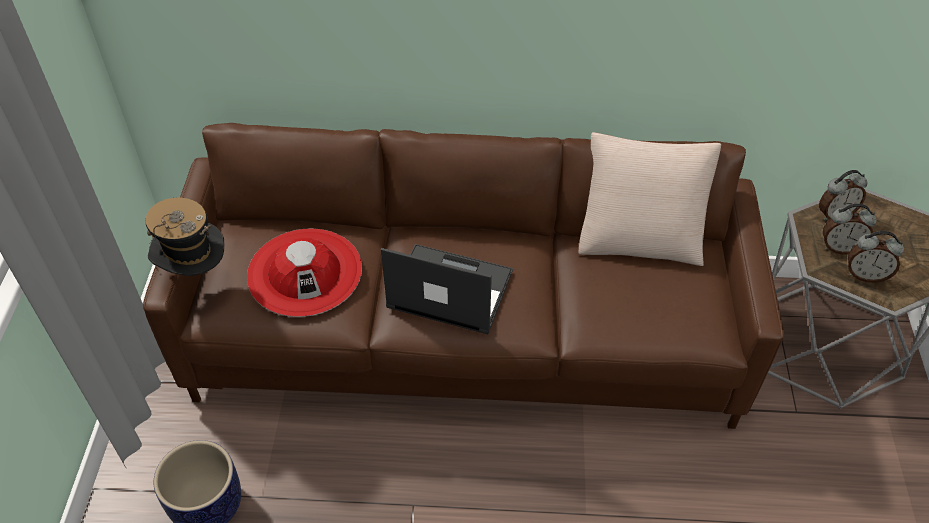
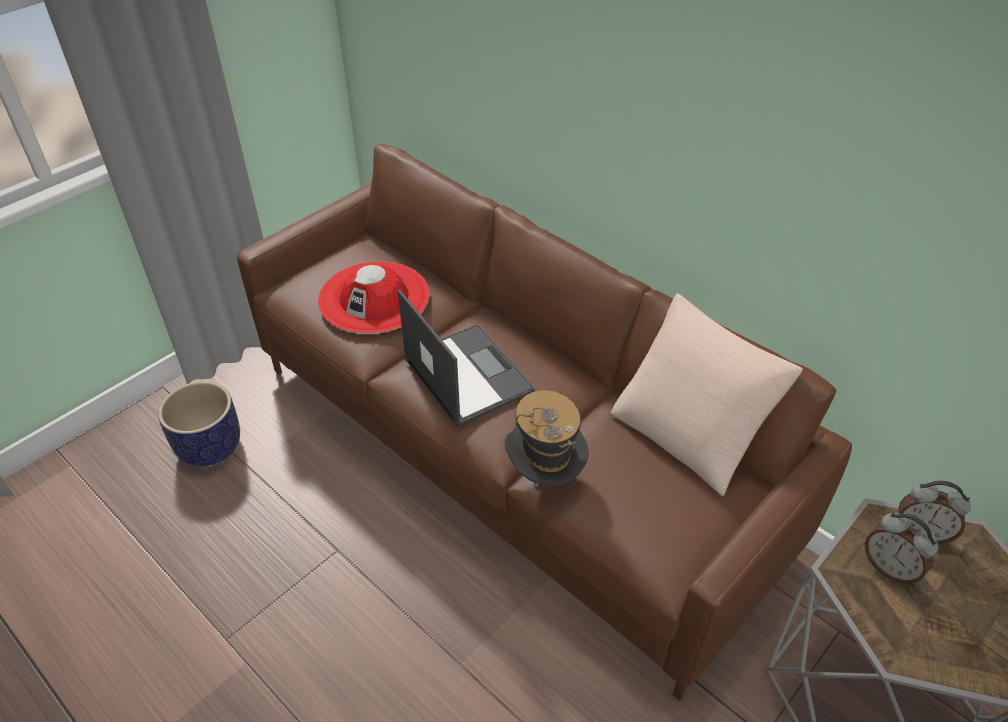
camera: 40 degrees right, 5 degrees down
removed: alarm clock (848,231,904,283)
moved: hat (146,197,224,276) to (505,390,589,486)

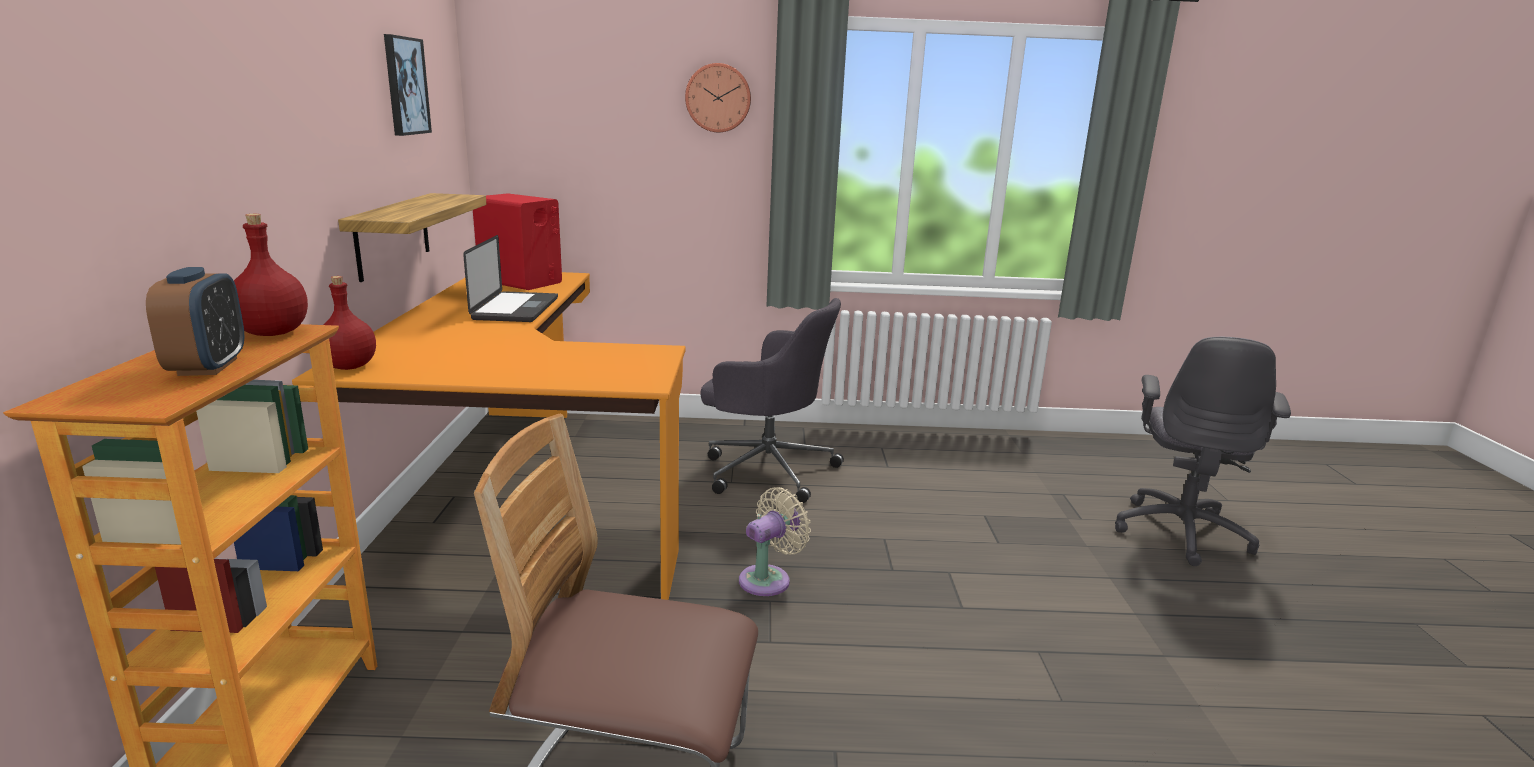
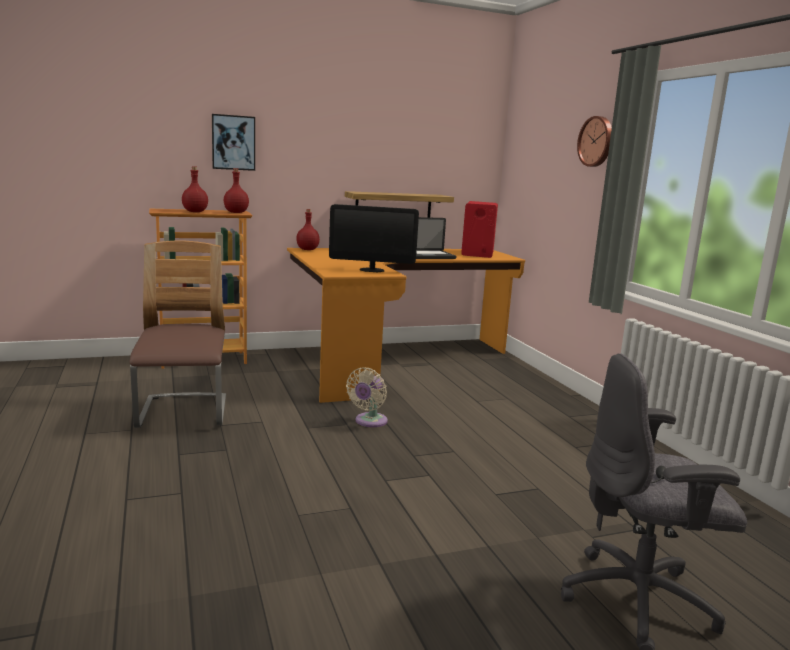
camera: 70 degrees right, 5 degrees down
removed: office chair in grey (700,298,844,503)
added: monitor (329,204,419,272)
moved: picture (384,34,432,136) to (212,114,255,171)
replaced: alarm clock (146,267,245,376) to bottle in red (182,166,208,212)
turned: fan in beige (739,487,811,596) = (346,367,388,427) 90 degrees clockwise

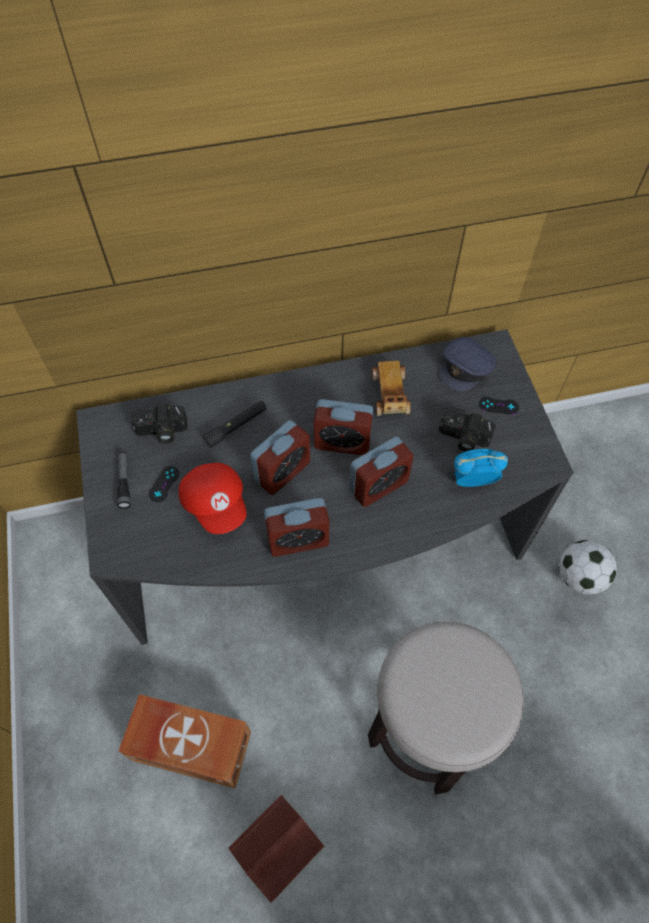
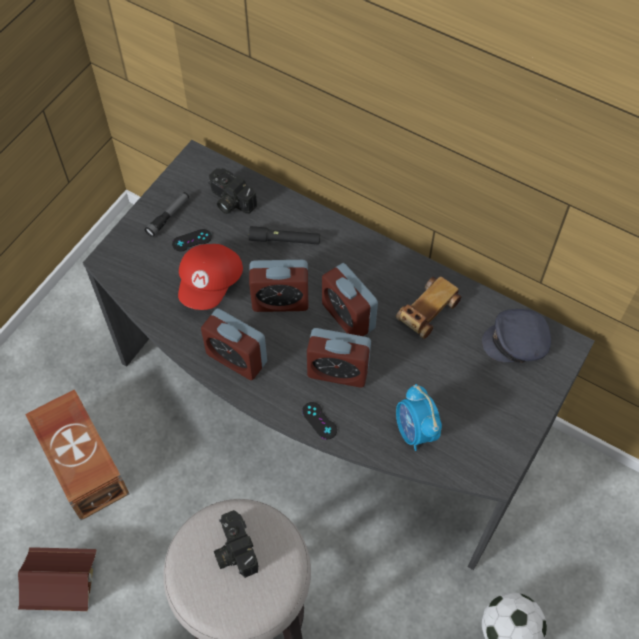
camera: 45 degrees right, 0 degrees up
moved: photo camera (439,408,496,452) to (214,510,258,578); game controller in black (479,397,519,415) to (302,402,337,439)
turned: alarm clock (453,449,508,487) = (396,384,442,451) 150 degrees counterclockwise

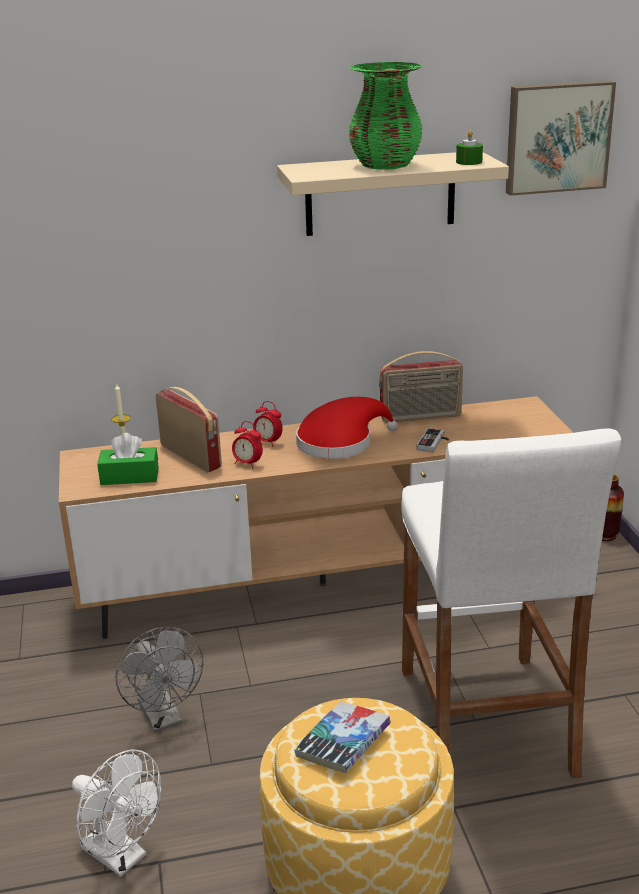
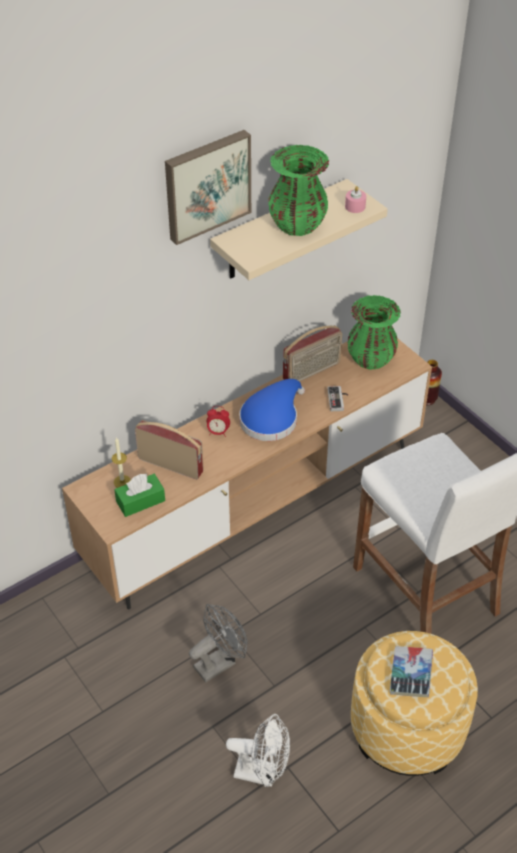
camera: 25 degrees left, 20 degrees up
removed: alarm clock (232,421,263,469)
added: vase in green (347,295,401,370)
moved: picture (506,81,616,196) to (165,130,251,245)
recoloured: hat in red (296,397,398,459) to hat in blue (239,379,305,441); candle in green (456,130,483,165) to candle in pink (345,186,366,213)
turned: fan in grey (115,627,203,732) = (189,604,248,682) 75 degrees counterclockwise

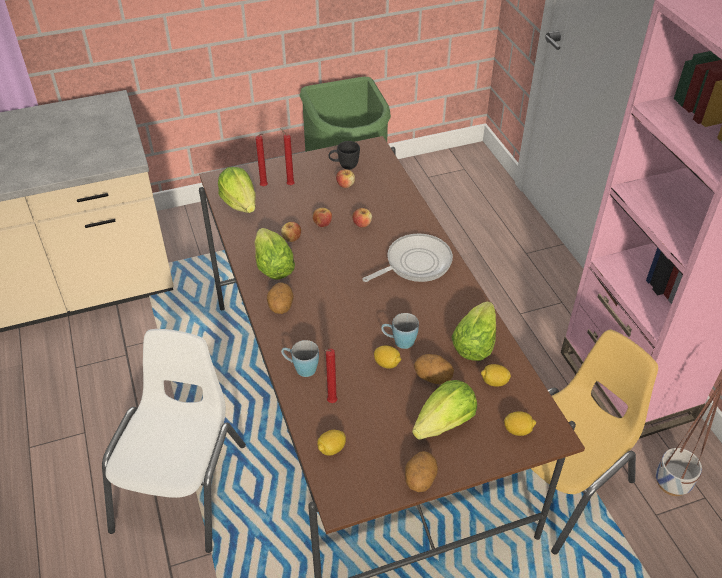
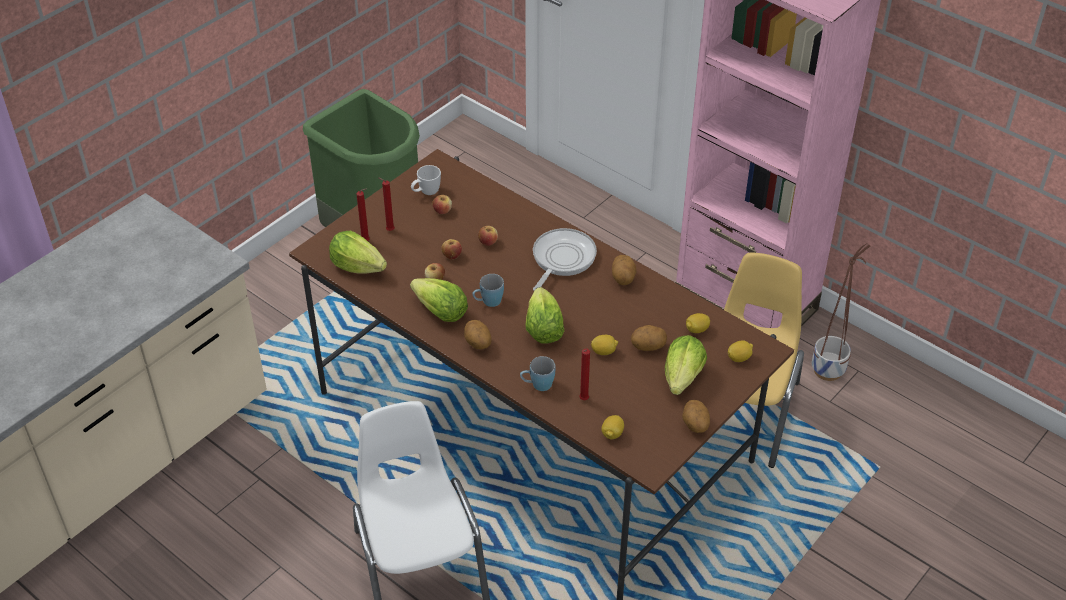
camera: 30 degrees left, 0 degrees up
added: potato (612,255,636,285)
moved: mug in blue (381,313,419,349) to (472,274,504,307); lettuce (452,301,496,361) to (525,287,564,344)
recoloured: mug in black (328,141,360,169) to mug in white (411,165,441,195)

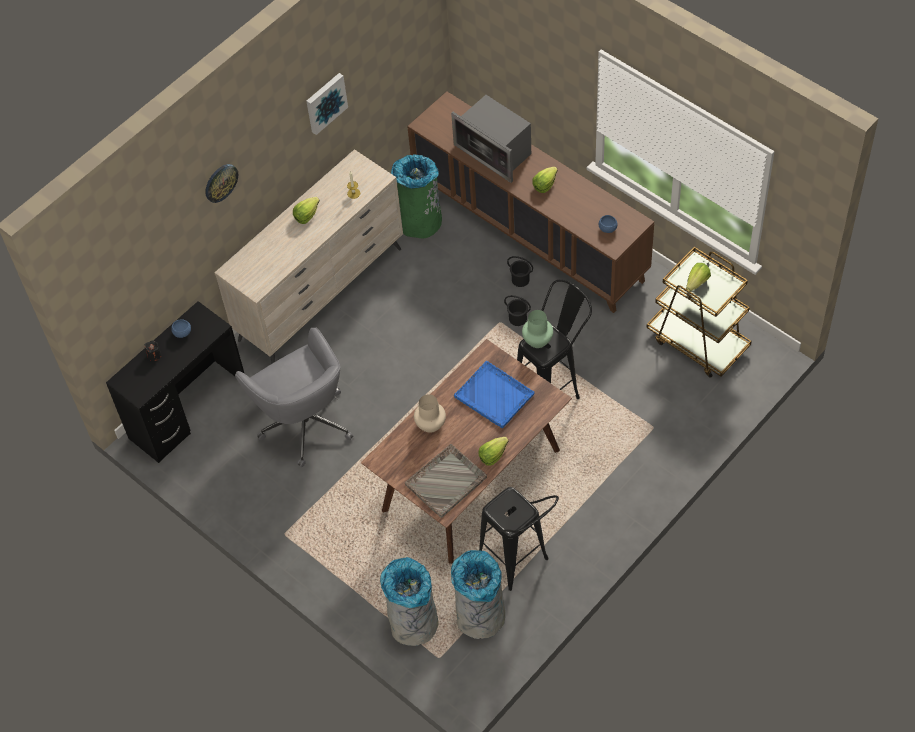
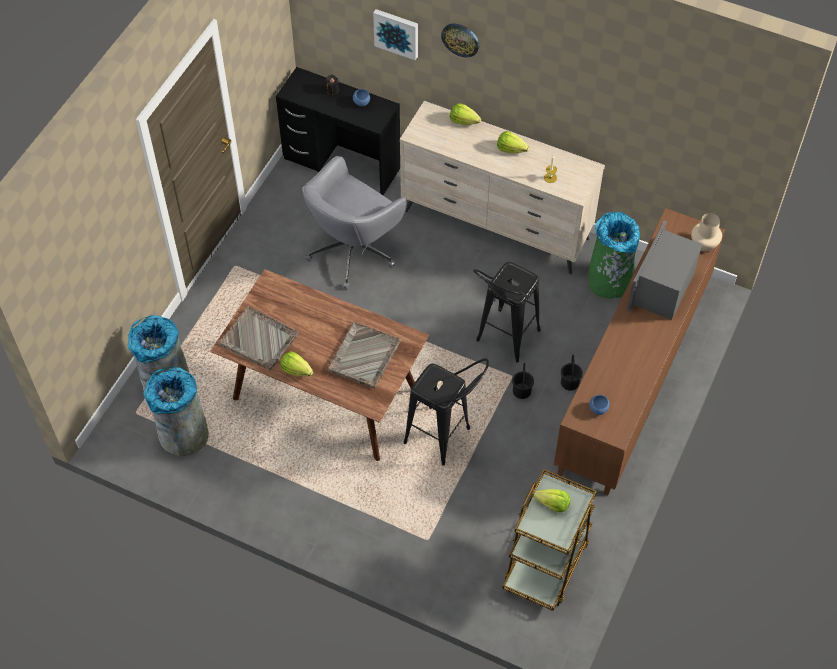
camera: 70 degrees right, 0 degrees up
removed: vase in green (522,310,553,348)
moved: picture (306,73,348,135) to (373,9,418,60); vase in beige (414,394,446,433) to (691,213,722,252); stool in black (479,487,559,591) to (473,262,541,362); lettuce (532,167,558,193) to (450,103,481,125)
recoloured: tray in blue (454,361,534,428) to tray in grey (328,321,401,389)

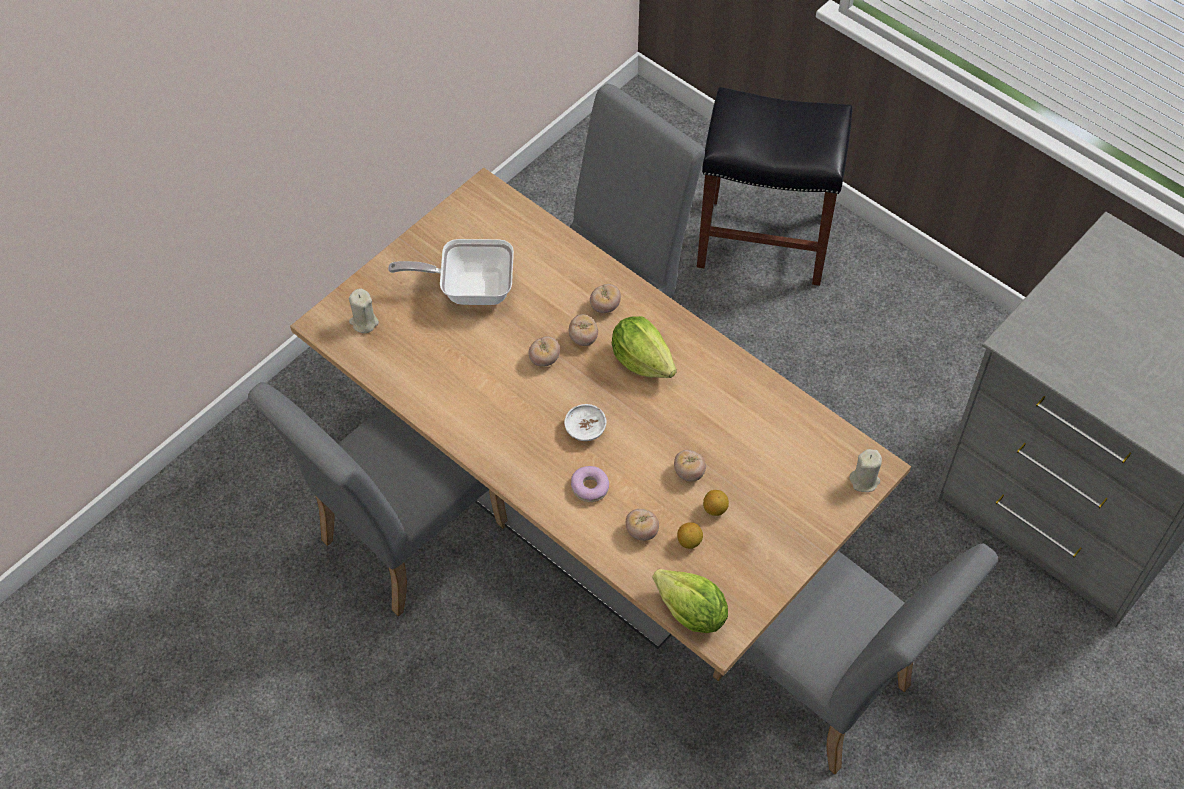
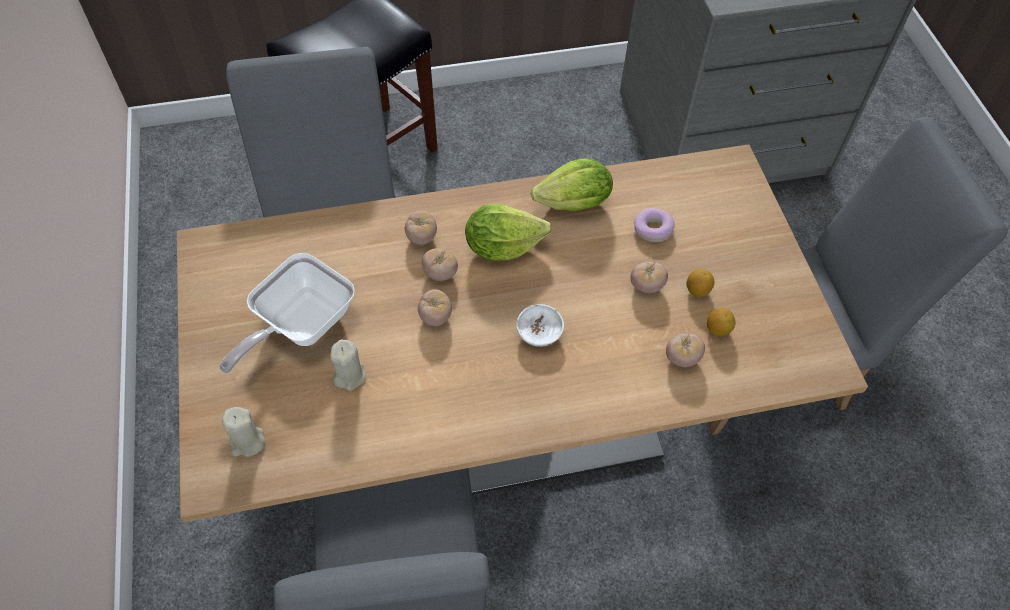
camera: 55 degrees left, 0 degrees up
moved: donut (571,466,609,502) to (634,208,675,242); lettuce (652,569,728,633) to (531,158,613,211); candle in beige (849,449,882,492) to (330,339,366,391)

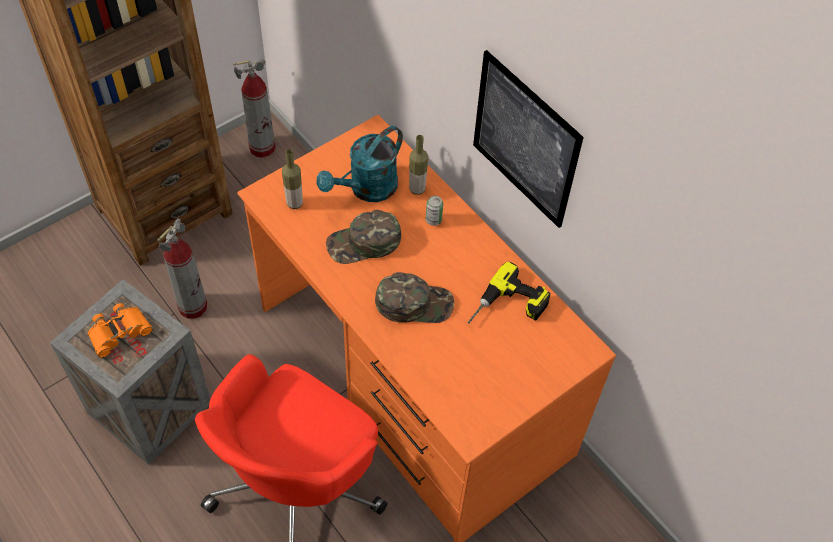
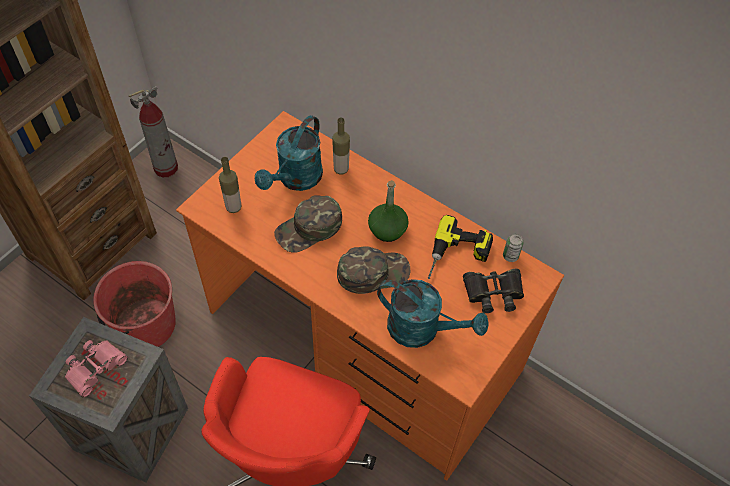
camera: 15 degrees left, 0 degrees up
removed: picture (473,50,584,228)
added: bottle in green (368,180,409,242); watering can in turquoise (377,279,489,348); binoculars in black (463,269,524,313)
moved: can (426,196,443,226) to (503,234,523,262)
replaced: fire extinguisher (157,219,207,319) to bucket in red (93,261,176,347)
recoloured: binoculars in orange (88,303,153,358) to binoculars in pink (65,340,128,397)

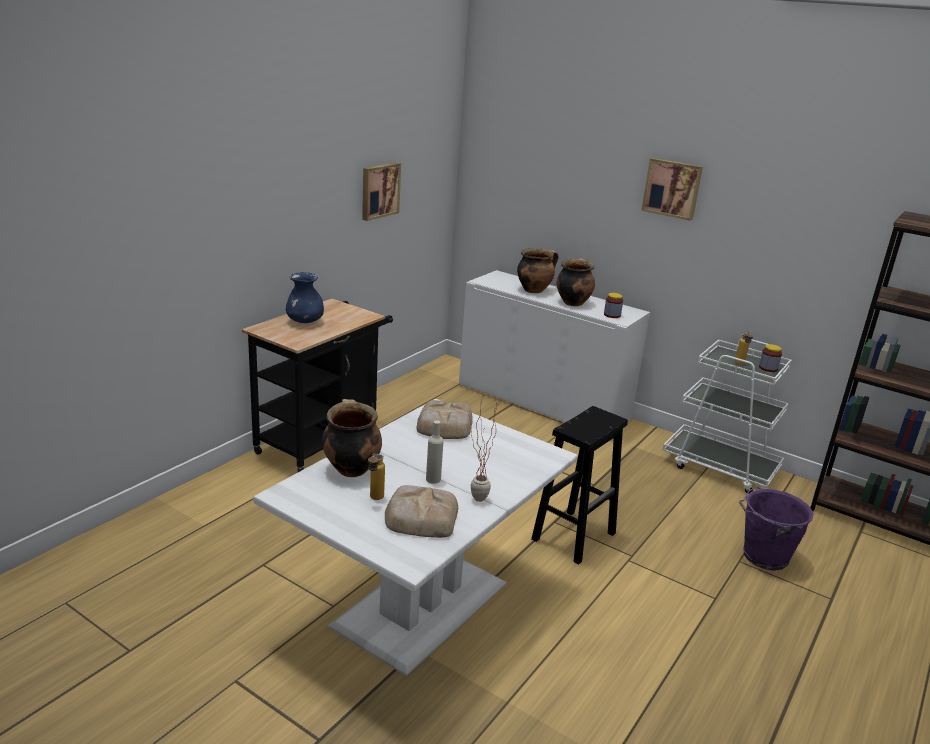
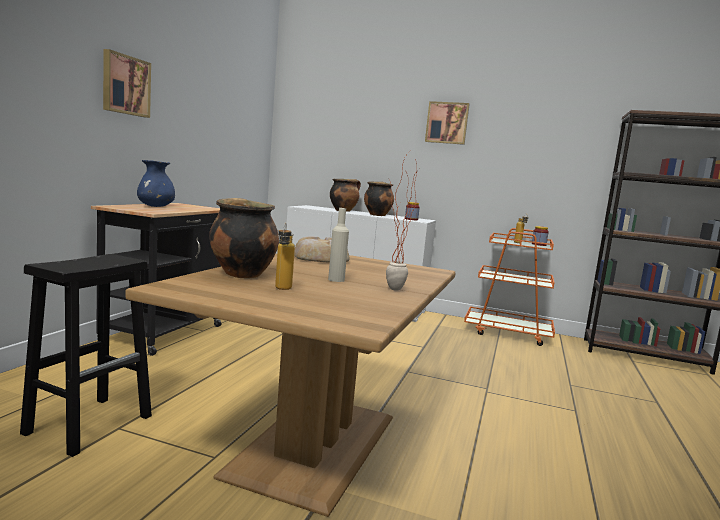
camera: 15 degrees left, 15 degrees down
removed: bread (385,485,458,538); bucket in purple (739,487,814,571)
moved: picture (362,163,401,221) to (103,49,151,118); stool in black (531,406,628,565) to (20,254,152,457)
recoloured: dining table in white (253,399,578,676) to dining table in brown (125,254,456,517); cart in white (663,339,792,494) to cart in orange (464,228,555,346)

